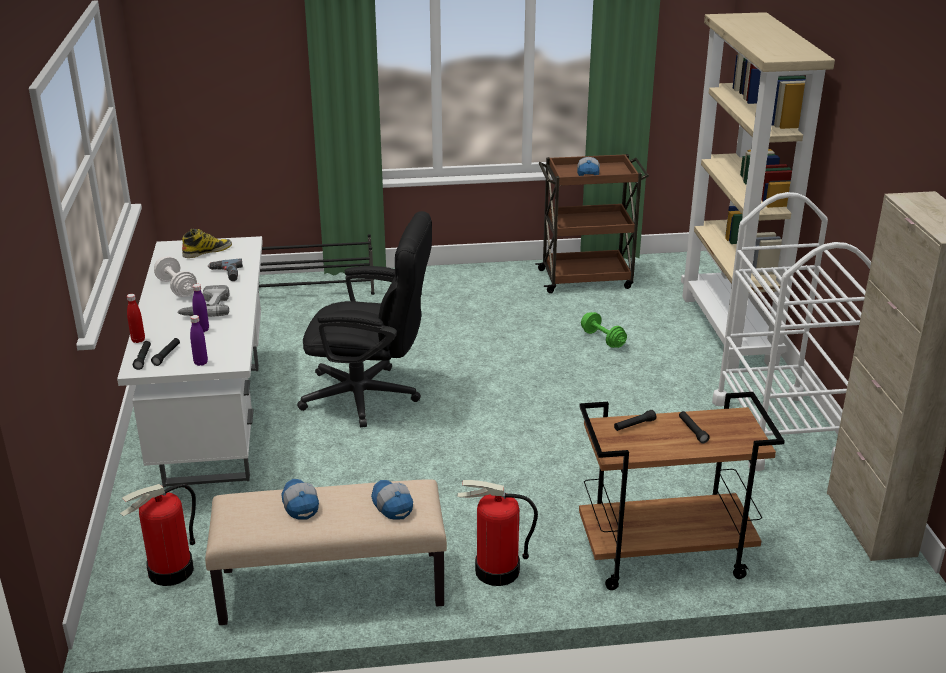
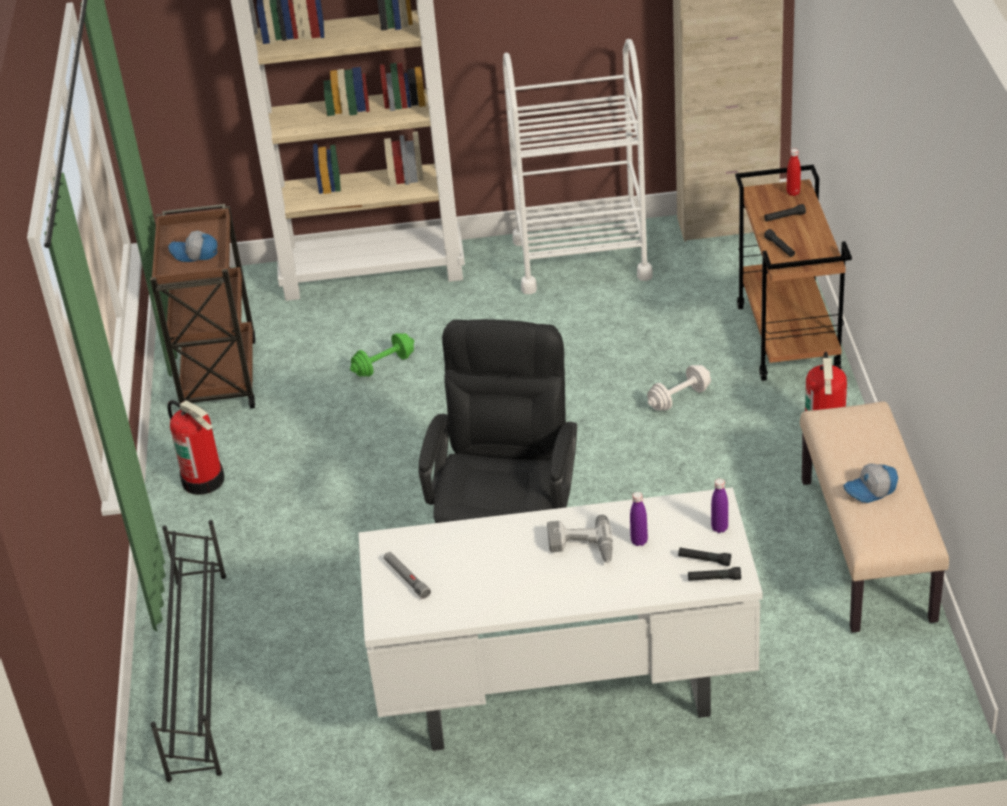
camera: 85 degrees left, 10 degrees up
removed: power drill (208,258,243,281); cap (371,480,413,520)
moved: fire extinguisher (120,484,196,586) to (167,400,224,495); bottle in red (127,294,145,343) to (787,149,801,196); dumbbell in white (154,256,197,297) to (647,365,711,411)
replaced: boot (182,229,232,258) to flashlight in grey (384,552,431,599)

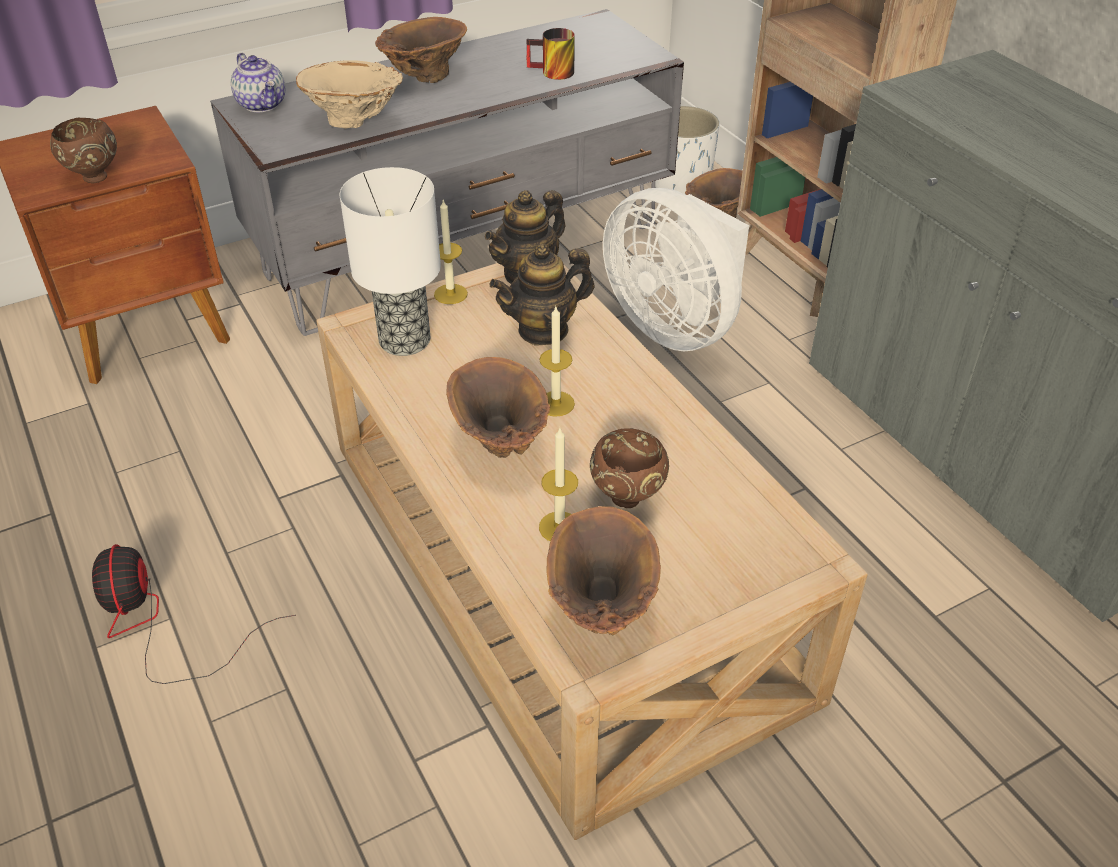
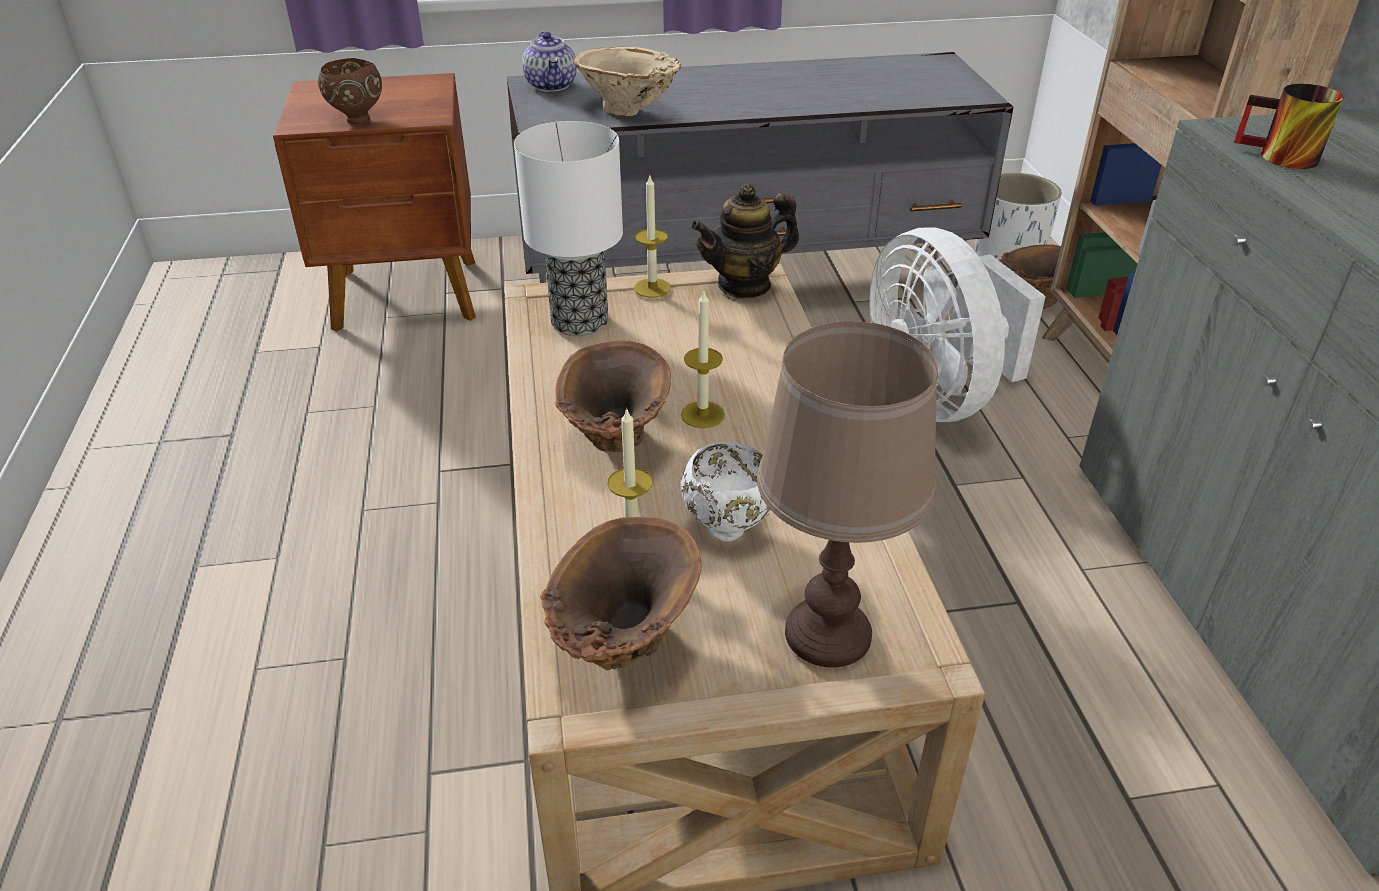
camera: 20 degrees right, 5 degrees down
removed: fan (92,544,296,684); vase in brown (375,17,467,83); teapot (490,244,595,345)
added: table lamp in brown (757,321,938,667)
moved: mug (527,28,575,80) to (1234,84,1344,169)
recoloured: bowl in brown (590,428,669,508) to bowl in white (680,442,771,542)

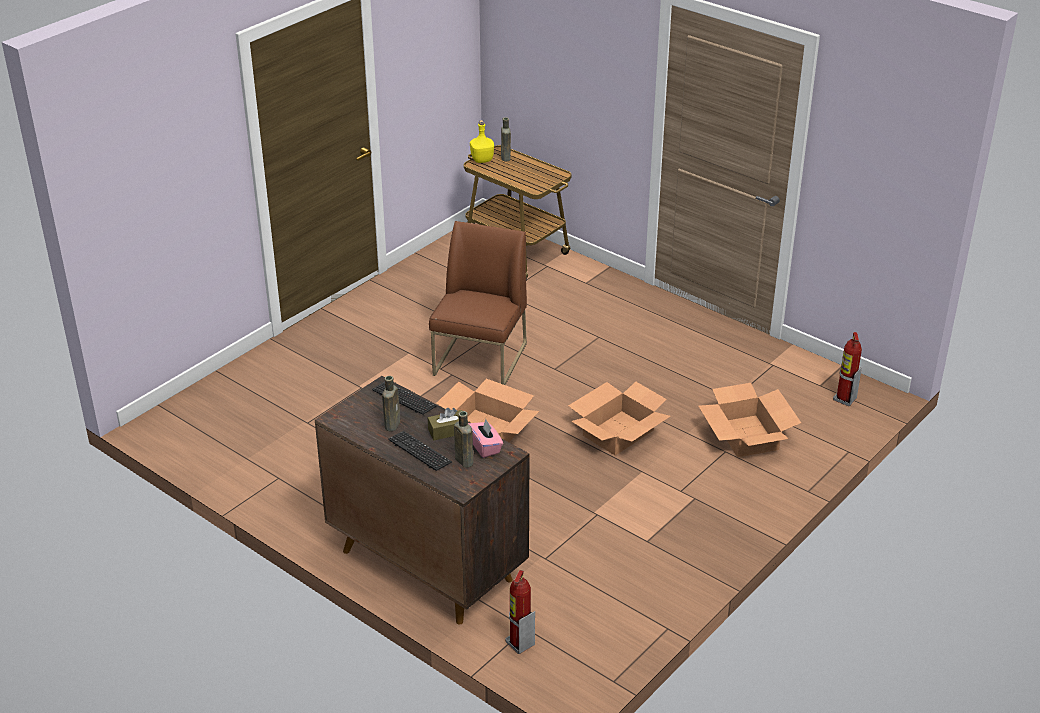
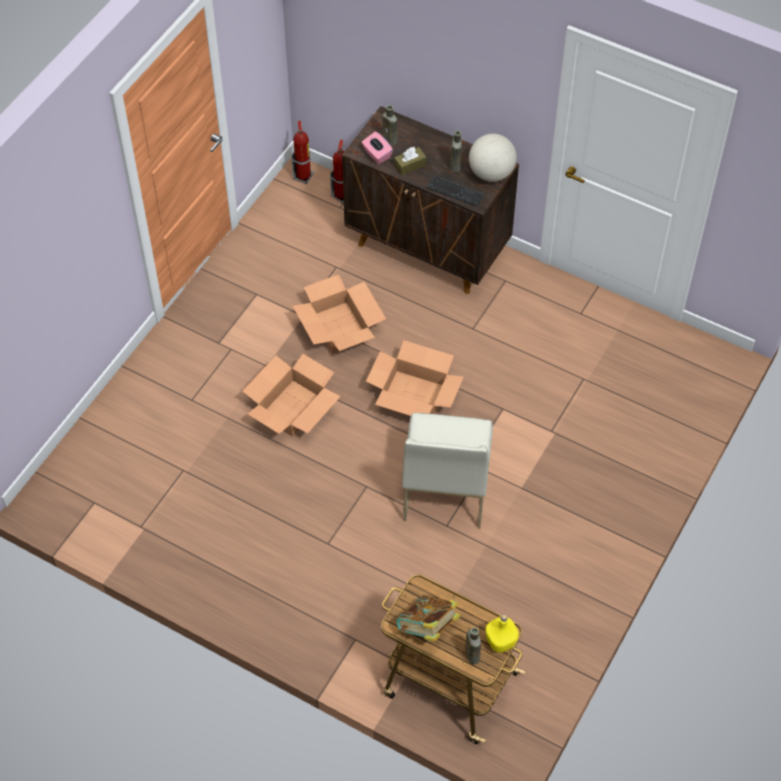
camera: 170 degrees right, 20 degrees up
removed: keyboard (389,431,452,471)
added: book (397,595,460,642); globe (469,134,517,182)
moved: cardboard box (698,383,801,457) to (293,274,386,354); fire extinguisher (833,332,862,406) to (292,121,314,184)
recoloured: chair in brown (429,221,527,385) to chair in white (402,413,493,529)

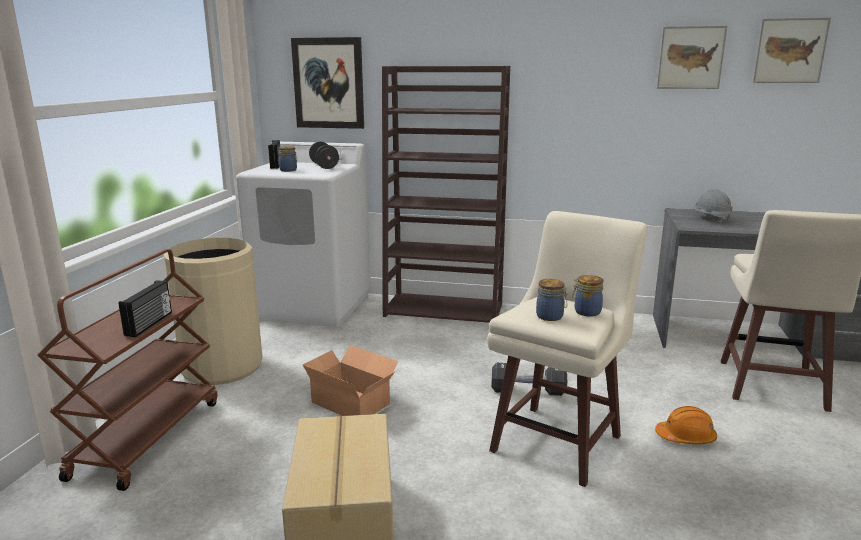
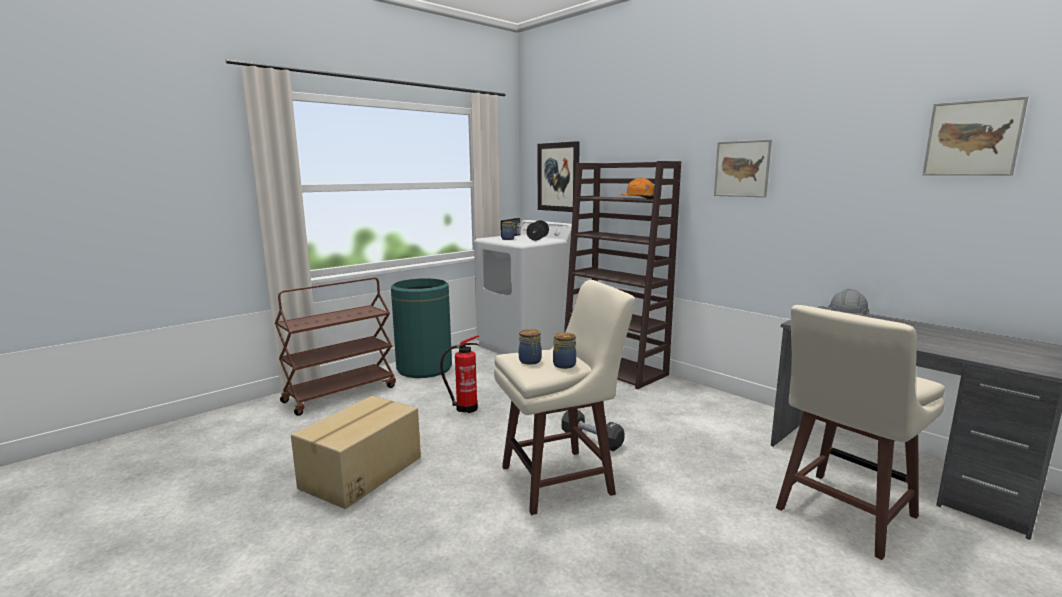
camera: 35 degrees right, 5 degrees down
removed: radio (119,280,172,337)
moved: hard hat in orange (655,406,717,444) to (621,178,654,200); picture (657,26,727,89) to (714,140,772,197)
replaced: cardboard box (303,345,399,416) to fire extinguisher (440,335,480,413)
recoloured: trash can in beige (164,238,263,385) to trash can in green (391,278,452,378)

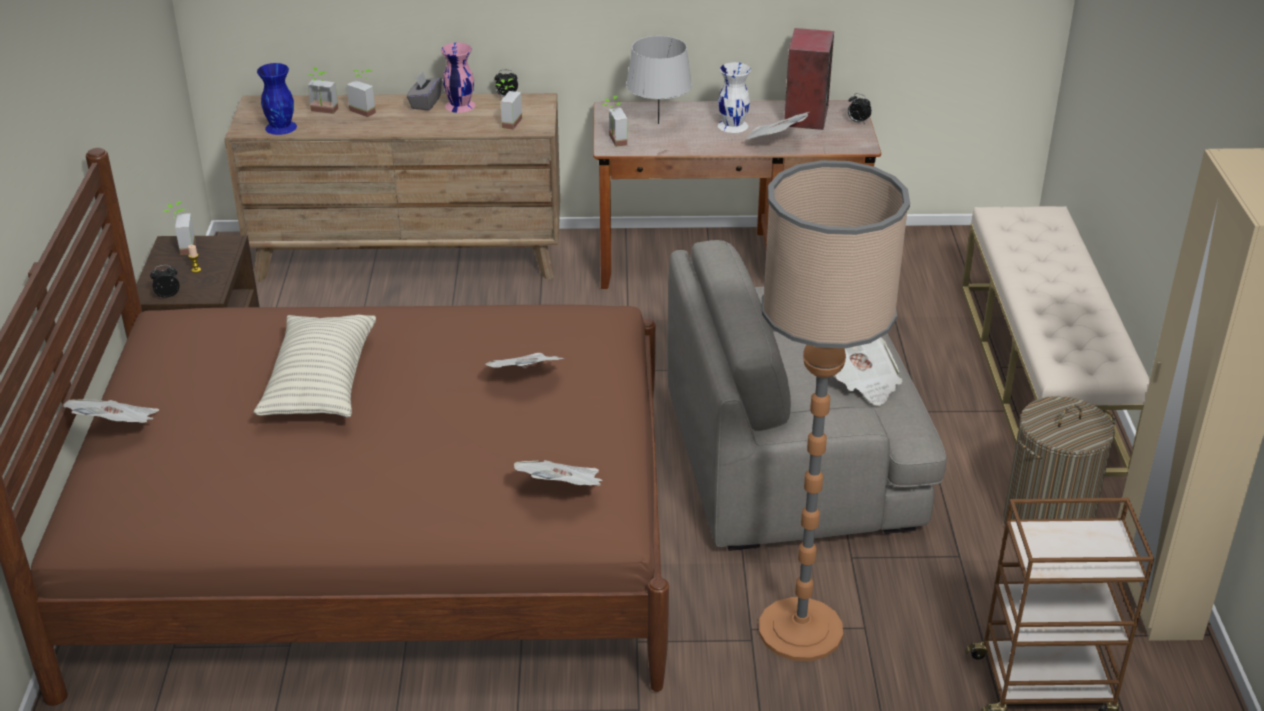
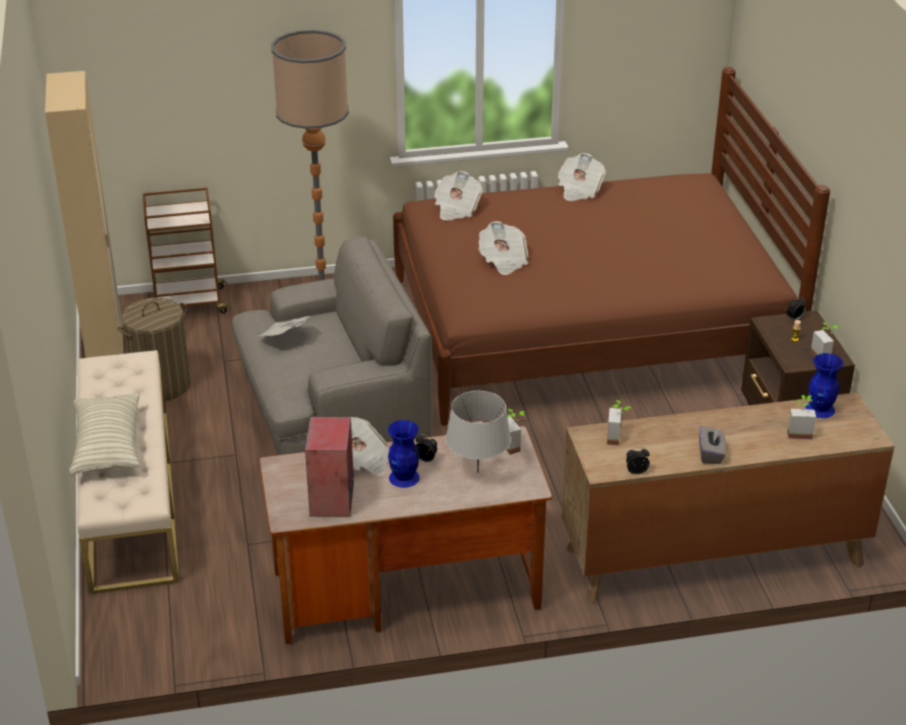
camera: 170 degrees right, 0 degrees up
removed: potted plant (347,69,376,117); vase in pink (441,43,475,113)
moved: newspaper (63,399,159,423) to (557,153,606,201); pillow (254,315,376,418) to (69,393,140,475); alarm clock (848,93,872,124) to (416,434,437,462)
recoloured: vase in white (718,62,751,133) to vase in blue (388,420,420,488)

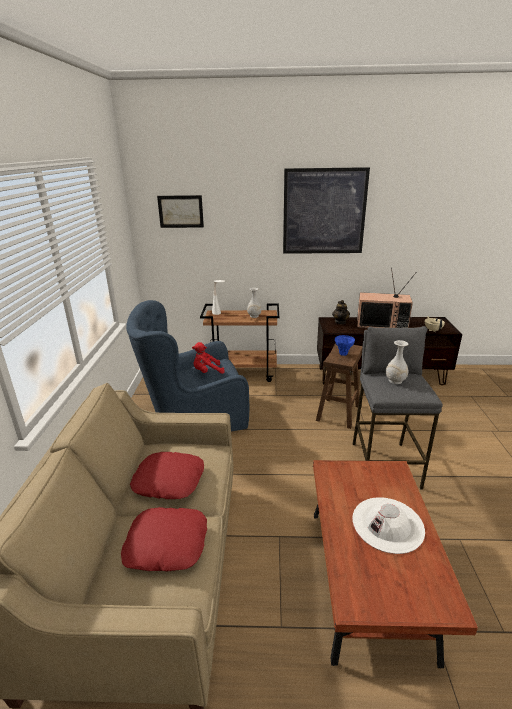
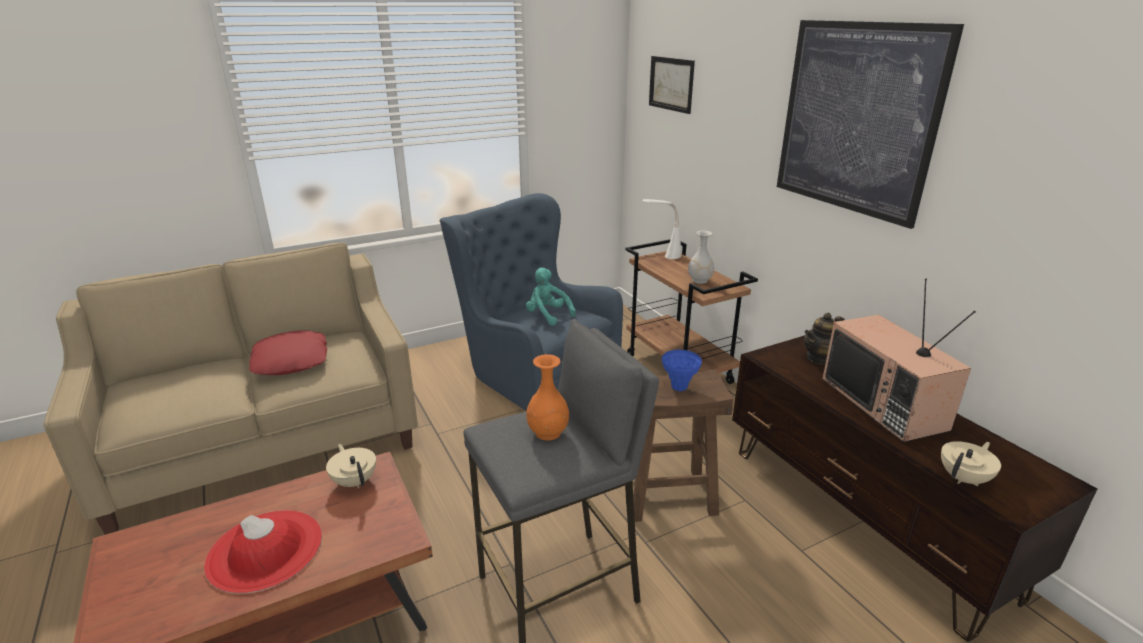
camera: 60 degrees right, 0 degrees up
removed: pillow in red (121,507,207,572)
added: teapot in beige (326,444,376,488)
recoloured: plush toy in red (192,342,225,374) to plush toy in turquoise (526,267,576,326); hat in white (352,497,425,554) to hat in red (204,510,322,594); vase in white (386,340,408,384) to vase in orange (527,354,569,441)

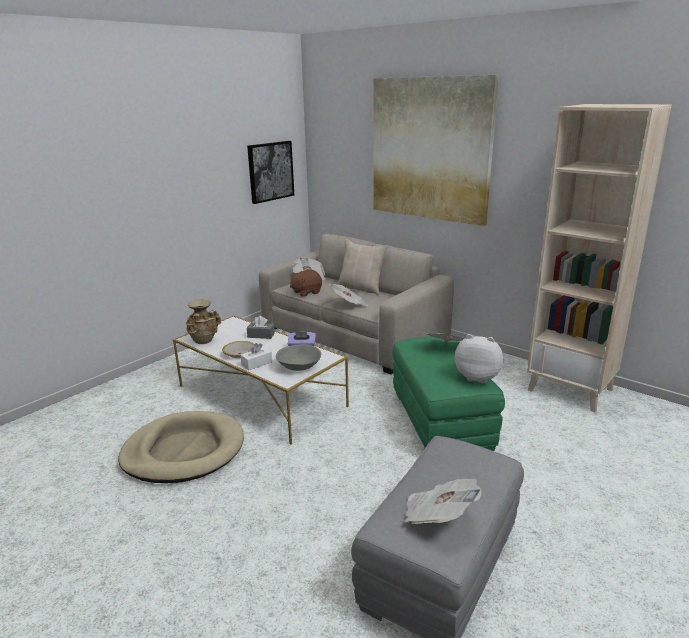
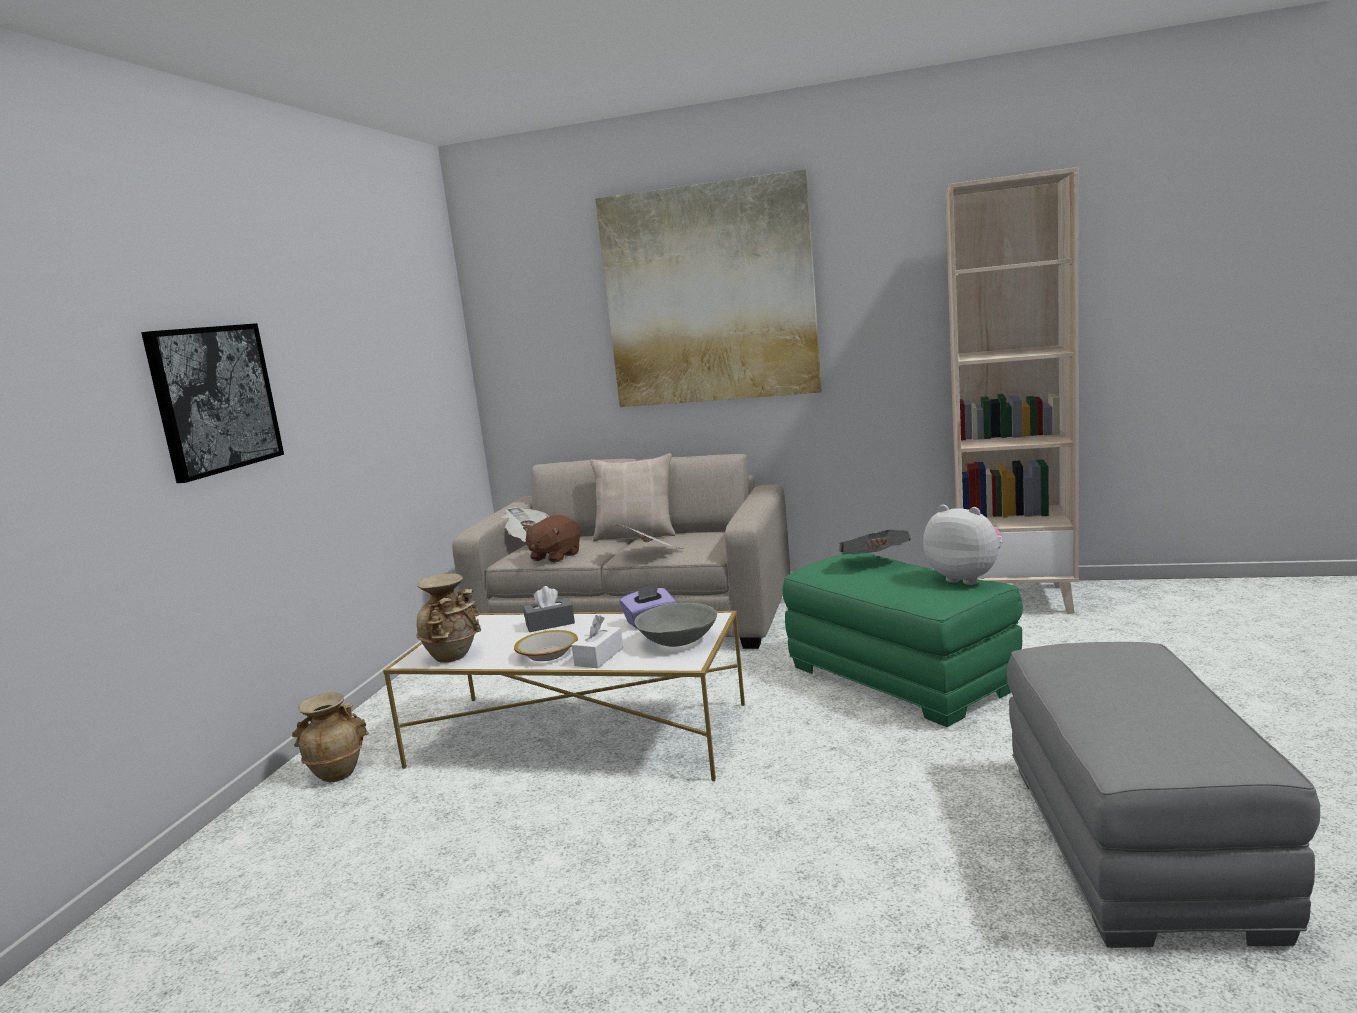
camera: 25 degrees left, 10 degrees down
removed: dog bed in beige (118,411,244,483); newspaper (404,479,482,524)
added: vase in beige (292,692,369,782)
moved: picture (247,141,294,204) to (141,323,284,483)
turned: plush toy (455,334,503,384) = (923,505,1003,585) 45 degrees clockwise

